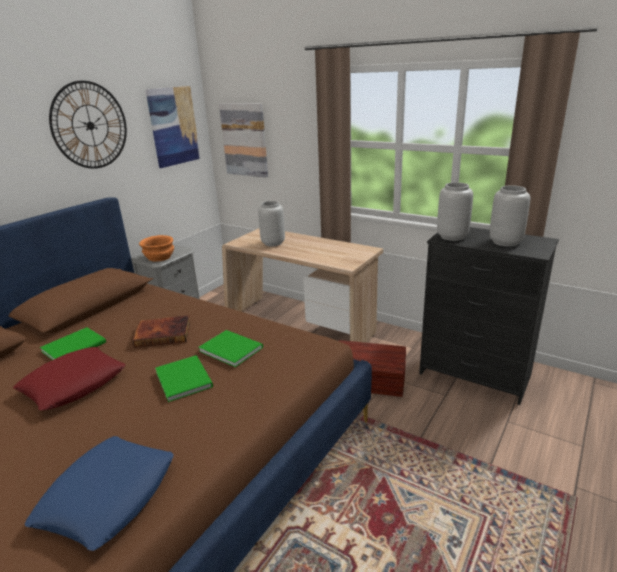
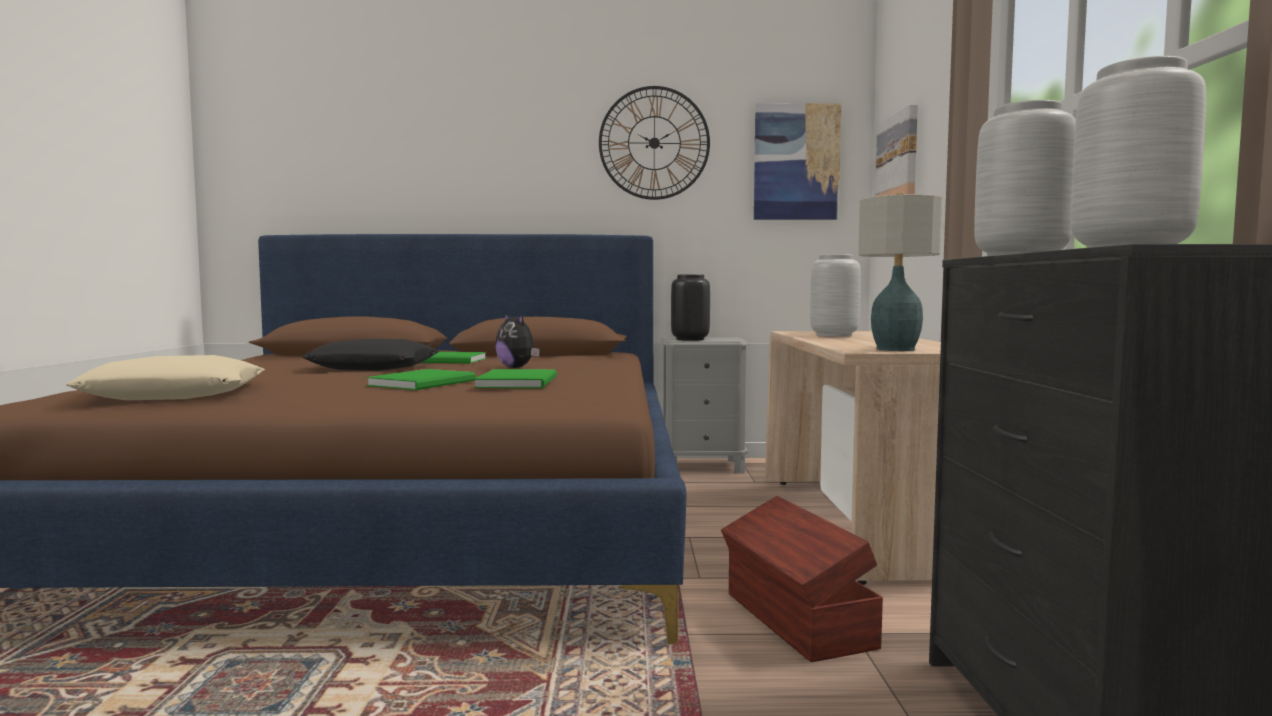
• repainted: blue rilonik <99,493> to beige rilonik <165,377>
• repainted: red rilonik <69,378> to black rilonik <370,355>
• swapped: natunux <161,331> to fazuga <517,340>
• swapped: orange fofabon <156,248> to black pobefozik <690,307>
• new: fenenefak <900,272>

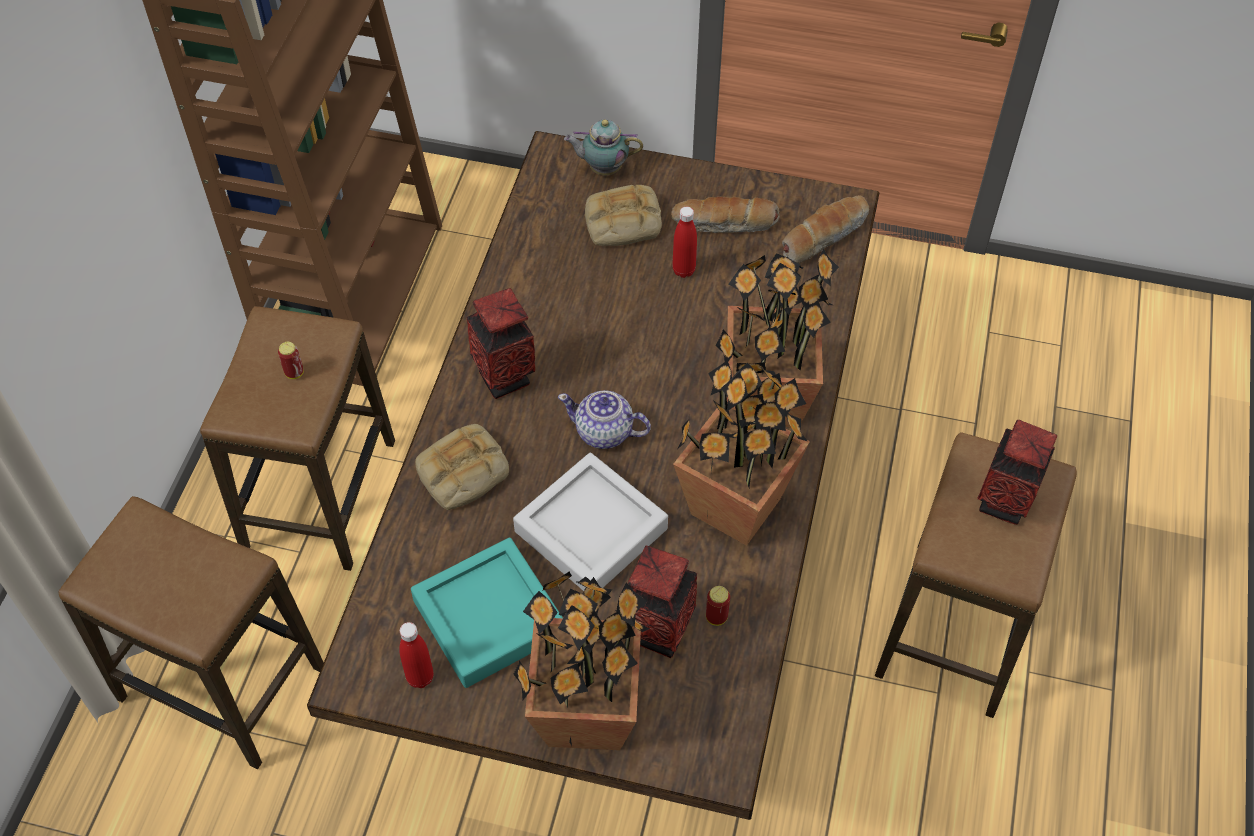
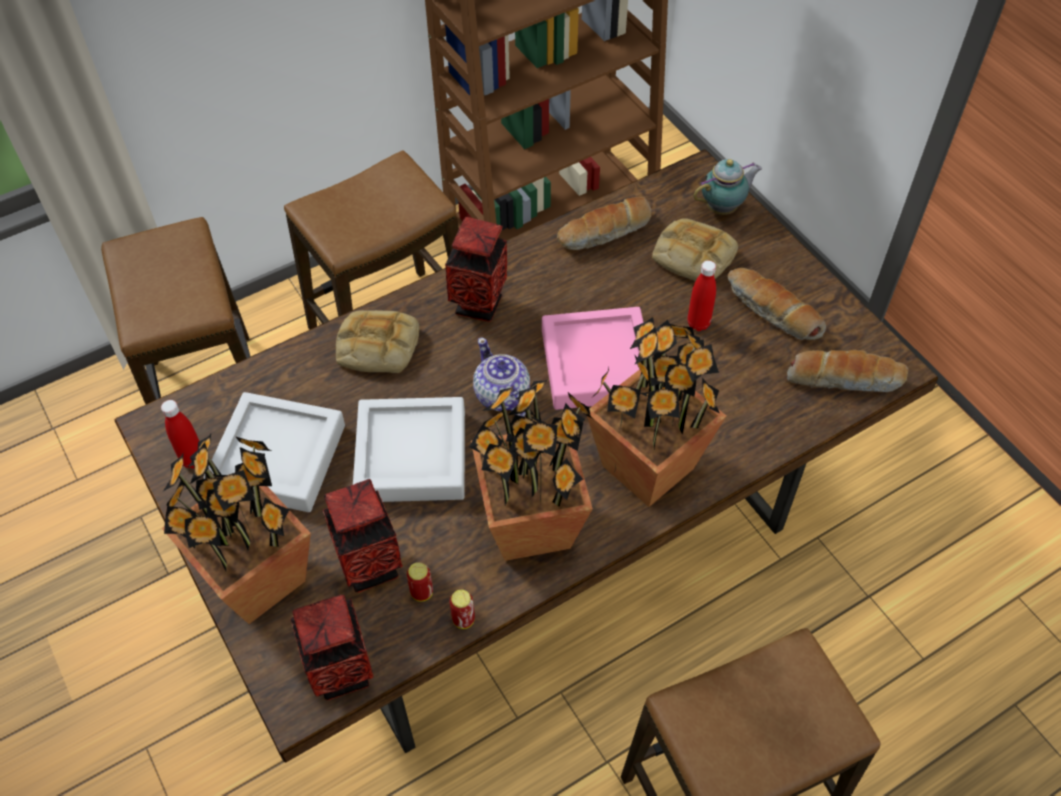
• repainted: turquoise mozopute <487,613> to grey mozopute <274,452>
• shifted: pobefozik <1017,472> to <332,647>
• shifted: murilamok <291,360> to <462,609>
• new: pink mozopute <593,358>
• new: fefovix <604,223>
• rotated: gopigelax <603,147> = <727,187> 105 degrees clockwise

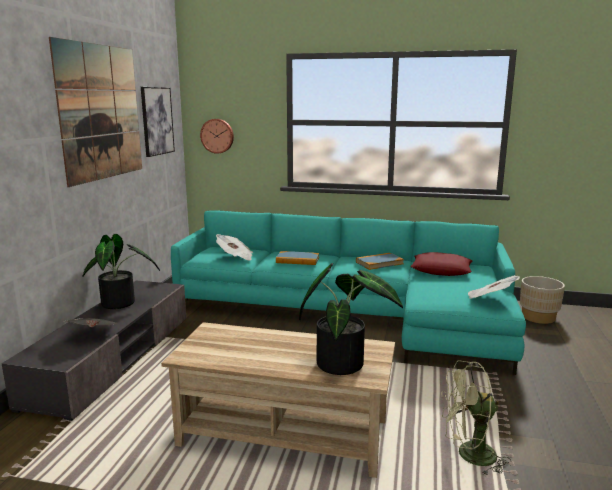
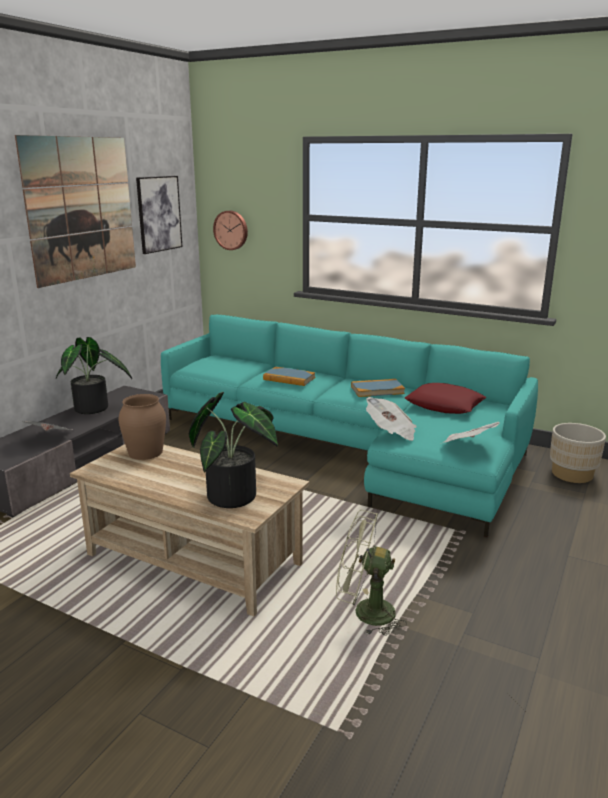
• new: brown pobefozik <142,427>
• shifted: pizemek <234,247> to <391,419>

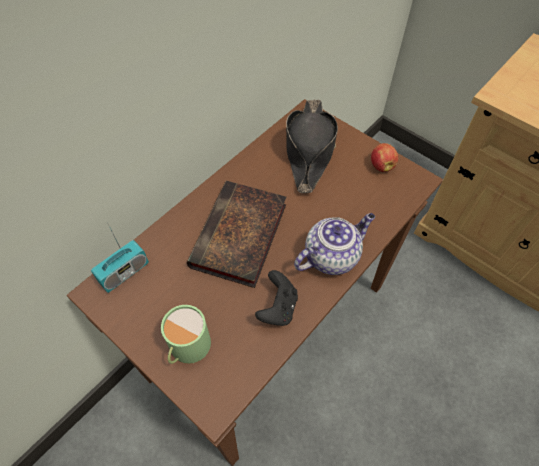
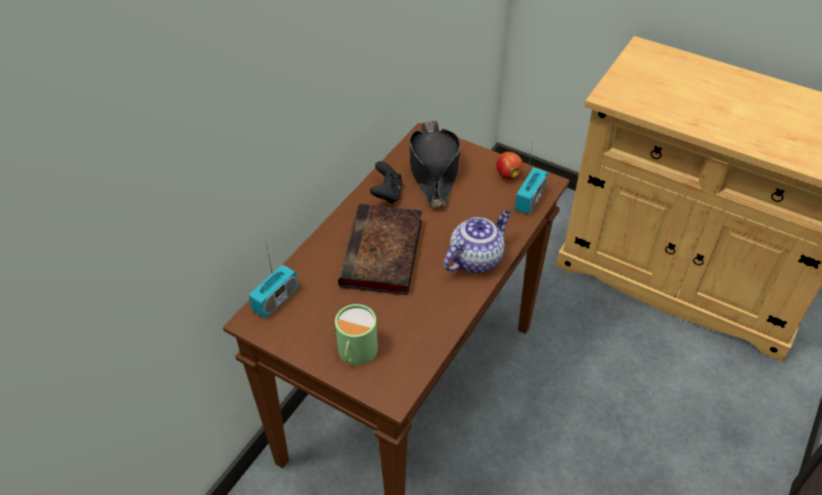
• shifted: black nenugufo <276,298> to <386,182>
• new: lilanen <531,178>

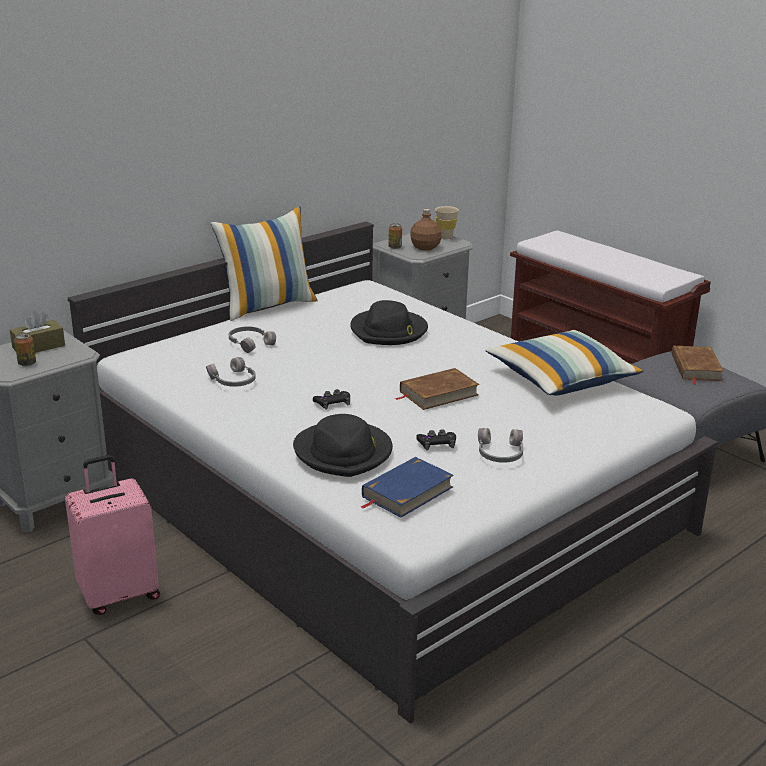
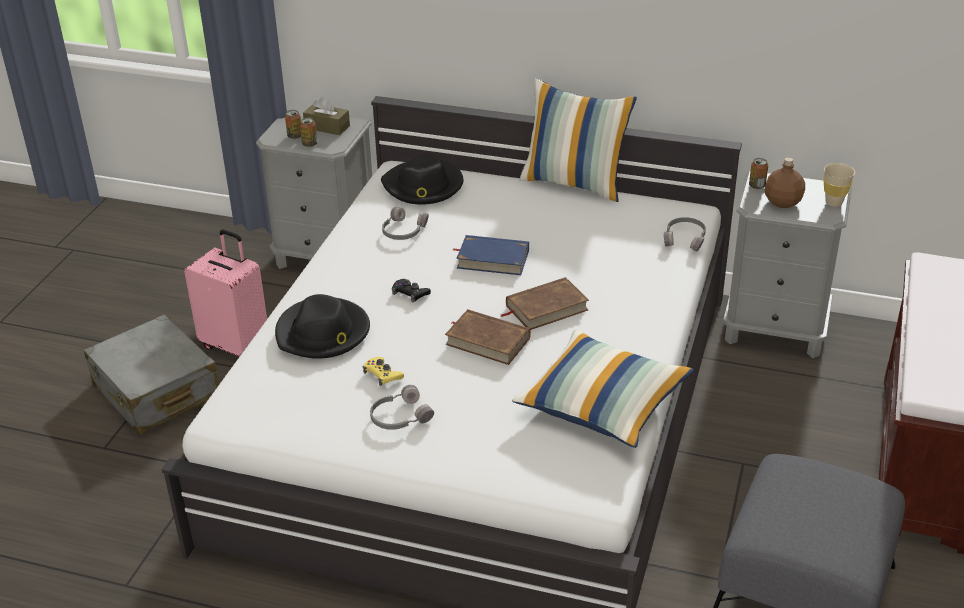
• new: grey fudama <151,375>
• new: murilamok <308,132>
• repainted: black nenugufo <436,439> to yellow nenugufo <383,371>
• shifted: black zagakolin <389,322> to <422,179>
• shifted: blue natunux <407,487> to <491,255>
• shifted: brown natunux <698,365> to <545,303>
• shifted: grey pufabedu <252,339> to <685,234>

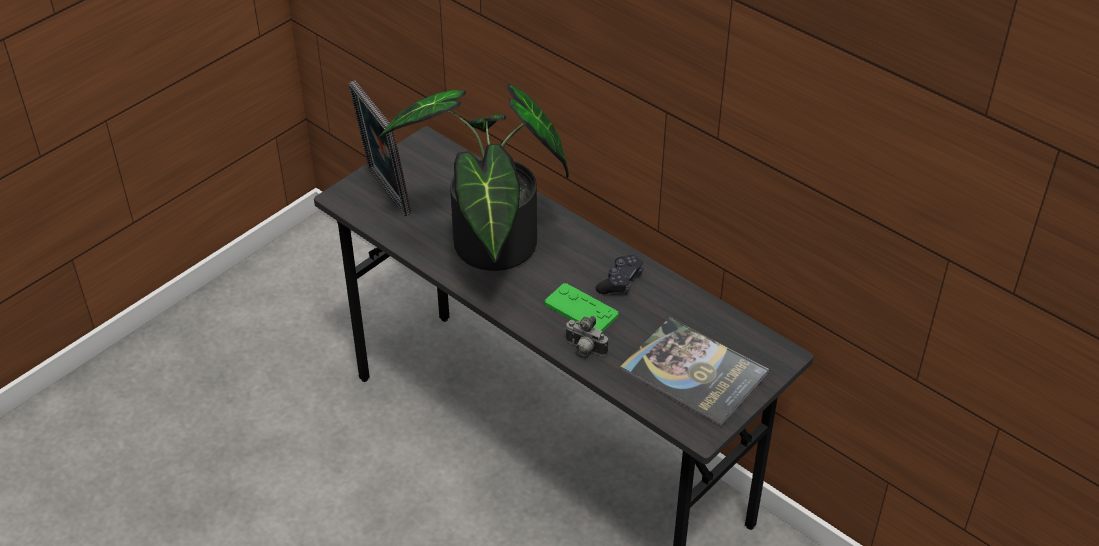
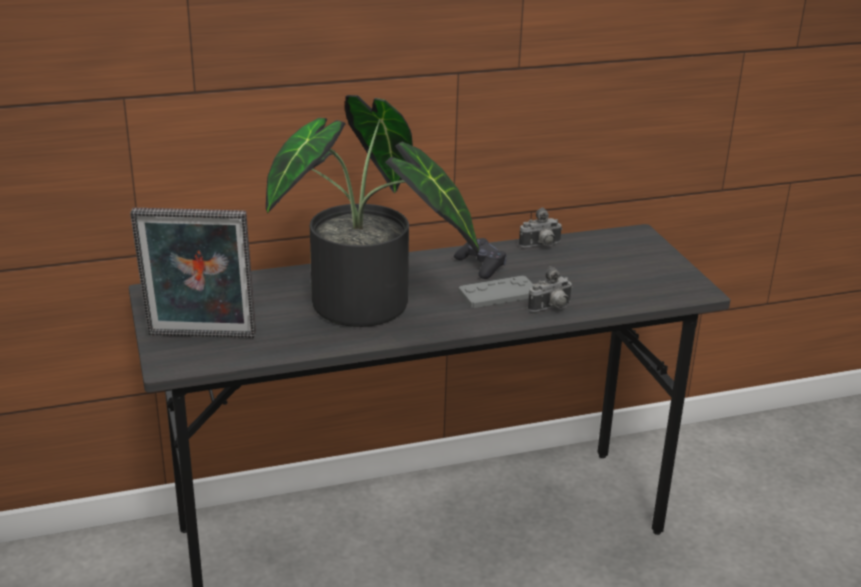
• repainted: green nenugufo <582,307> to grey nenugufo <495,292>
• new: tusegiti <541,227>
• gone: natunux <694,371>

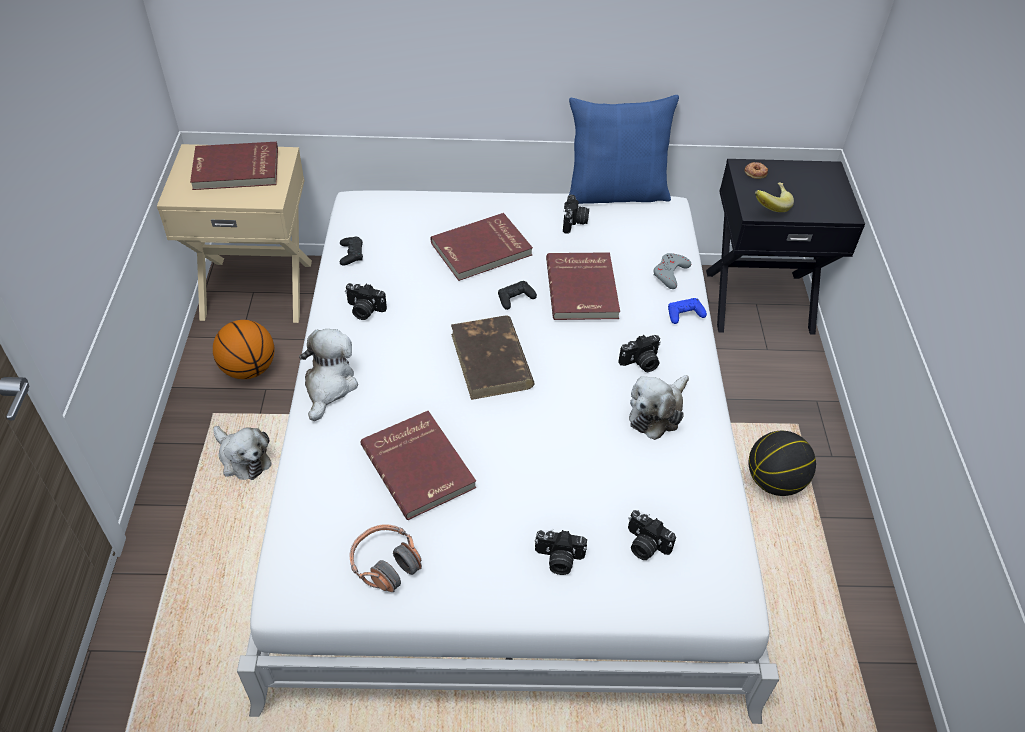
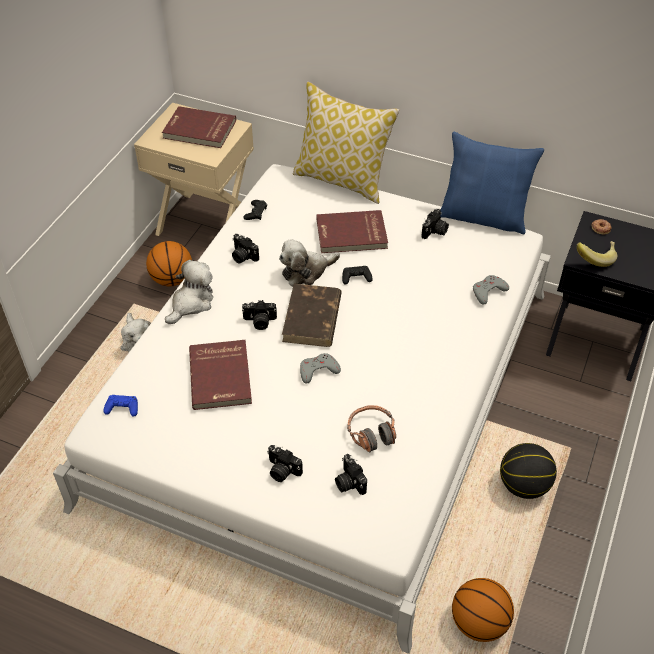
• shifted: blue nenugufo <687,311> to <120,406>
• shifted: tusegiti <639,353> to <259,315>
• shifted: fazuga <659,407> to <309,263>
• new: rilonik <346,143>
• new: grey nenugufo <320,368>
• shifted: pufabedu <386,558> to <371,428>
• new: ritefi <483,610>
• gone: red natunux <583,286>

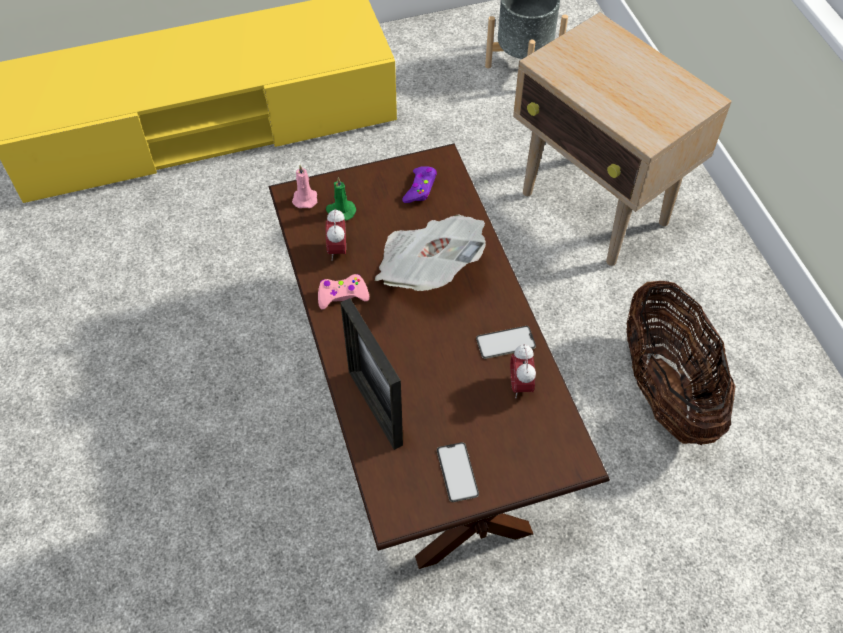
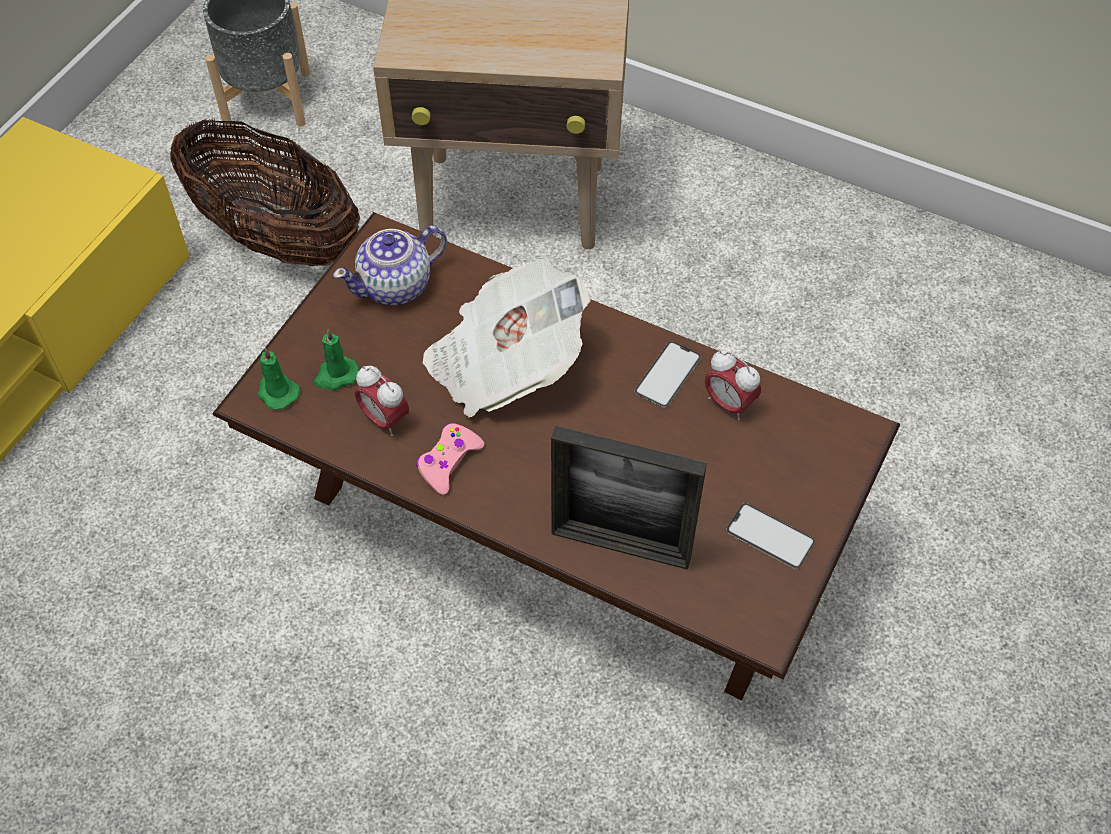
• shifted: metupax <681,363> to <265,192>
• repainted: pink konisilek <304,186> to green konisilek <278,378>
• swapped: purple nenugufo <419,184> to gopigelax <390,265>

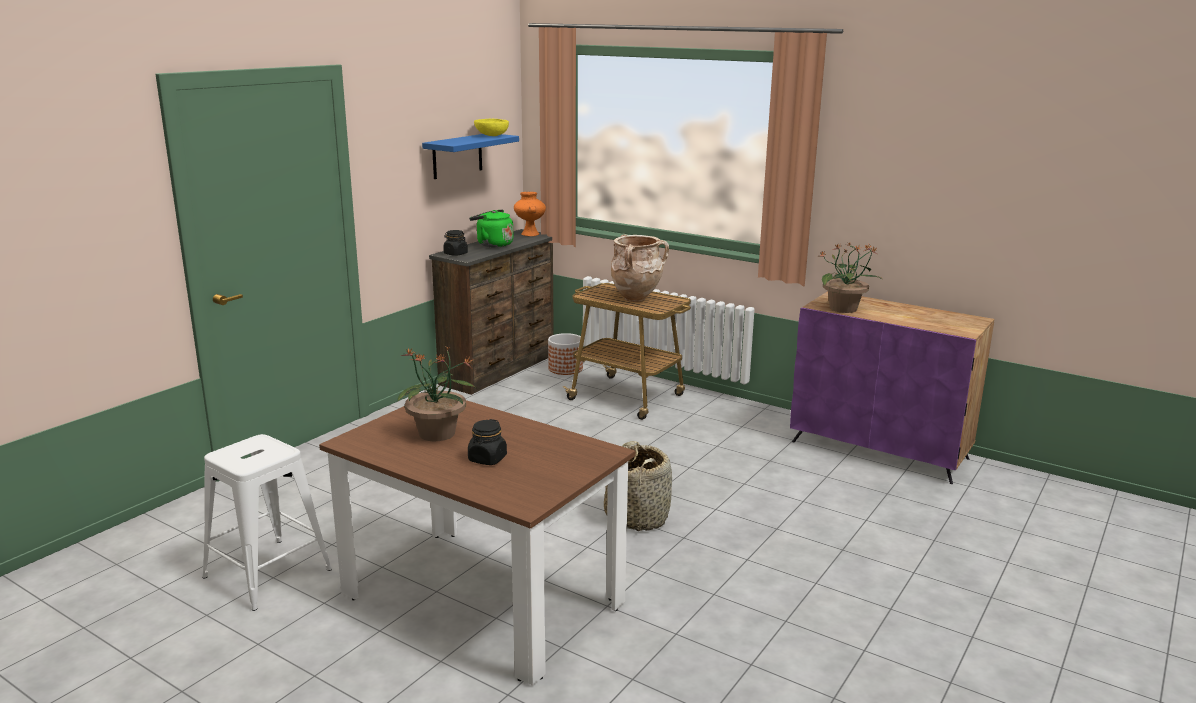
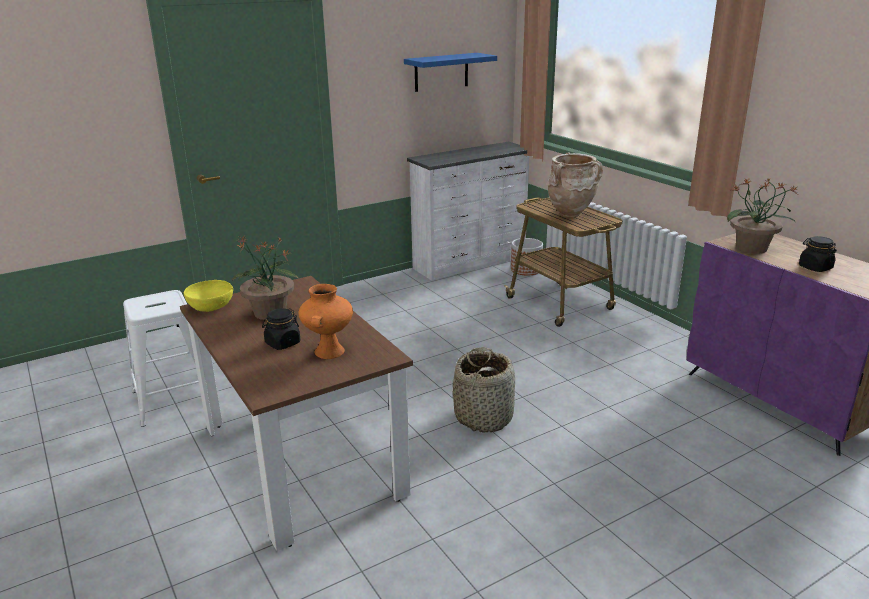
• shifted: yellow fofabon <491,127> to <208,296>
• shifted: orange pobefozik <530,214> to <325,321>
• repainted: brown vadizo <491,312> to white vadizo <468,211>
• shifted: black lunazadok <455,243> to <818,254>
• gone: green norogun <491,228>

